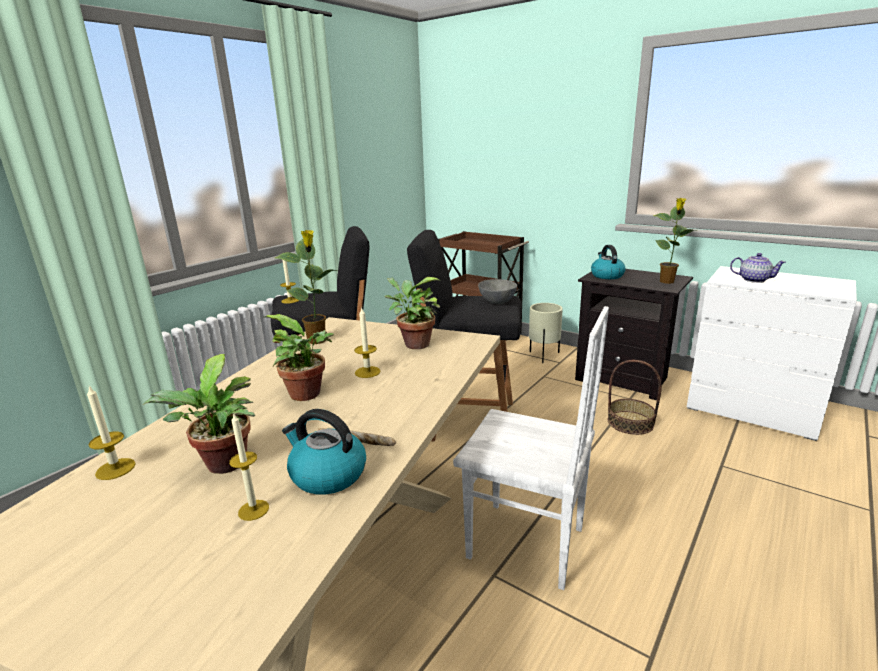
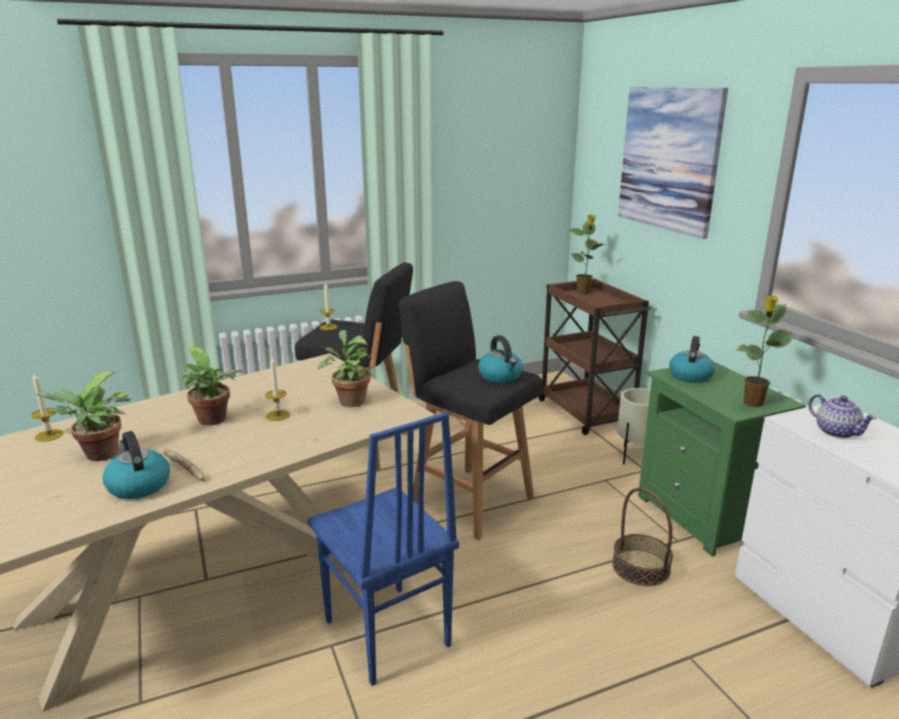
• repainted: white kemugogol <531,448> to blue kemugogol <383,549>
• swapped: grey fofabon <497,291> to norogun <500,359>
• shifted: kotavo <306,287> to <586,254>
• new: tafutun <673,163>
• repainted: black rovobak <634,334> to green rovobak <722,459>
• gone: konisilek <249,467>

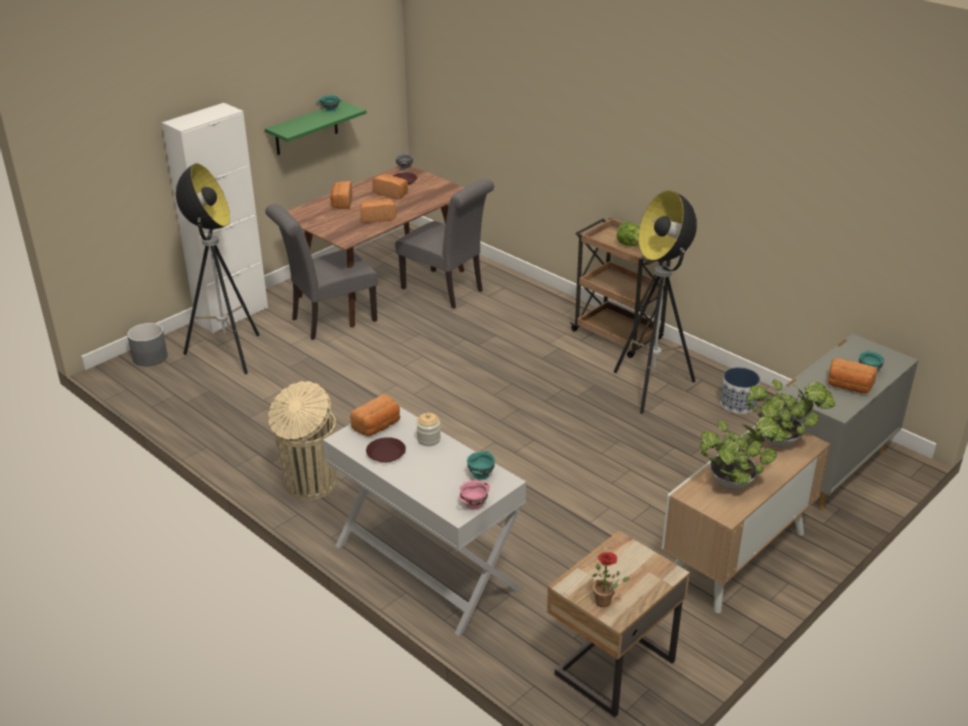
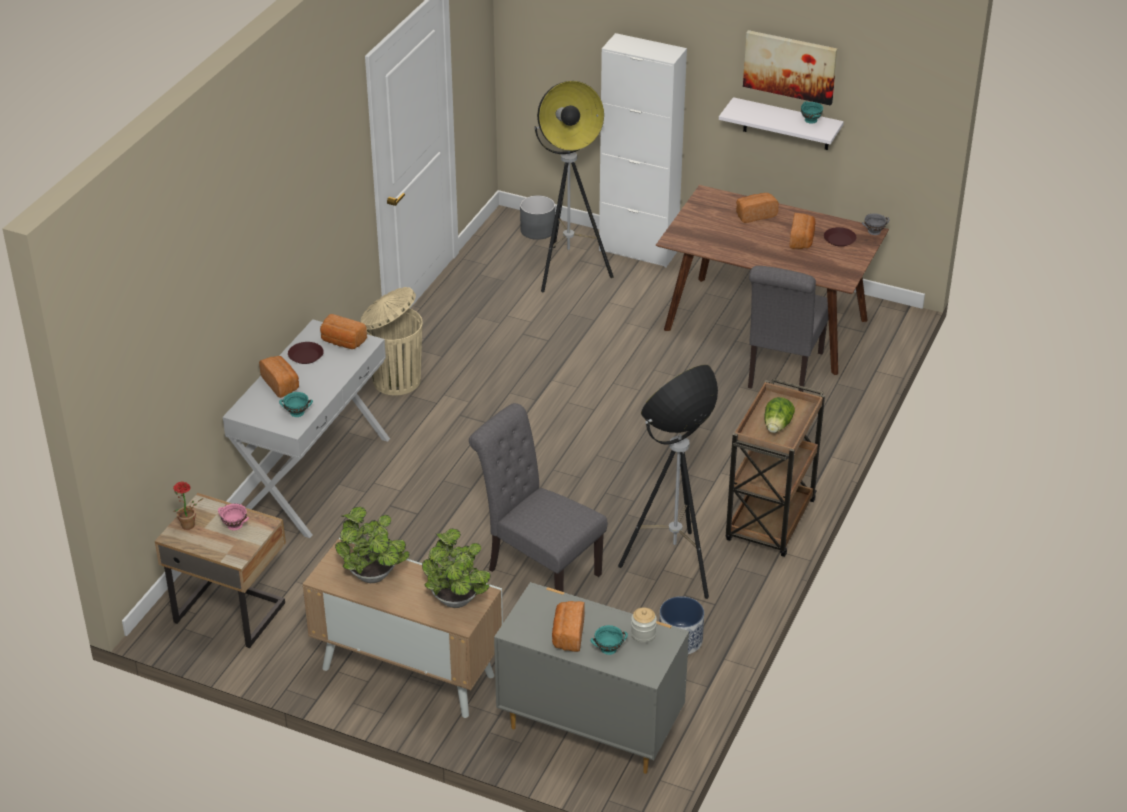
• shifted: pink fofabon <474,495> to <233,517>
• shifted: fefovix <378,211> to <279,377>
• shifted: grey kemugogol <321,272> to <538,497>
• shifted: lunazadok <428,429> to <644,625>
• repainted: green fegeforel <316,128> to white fegeforel <781,123>
• new: tafutun <790,68>

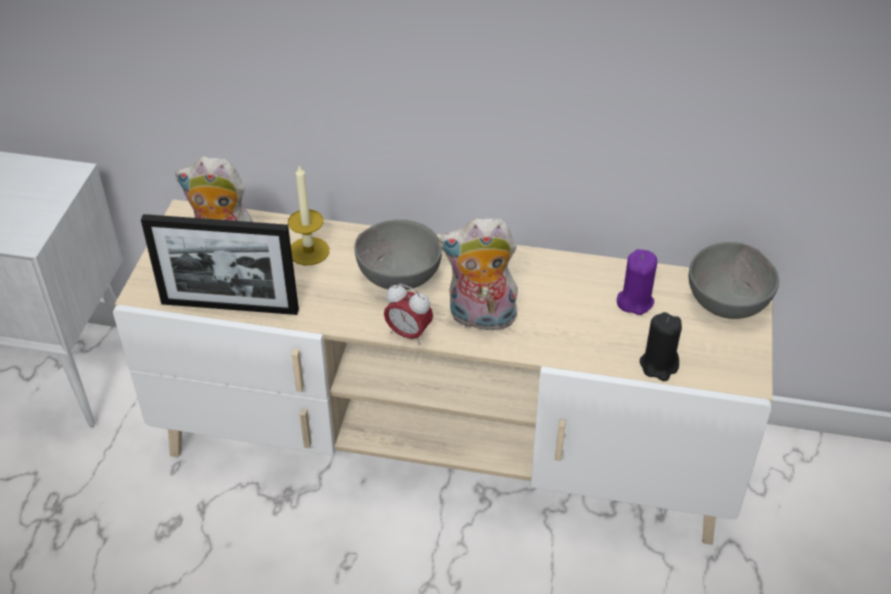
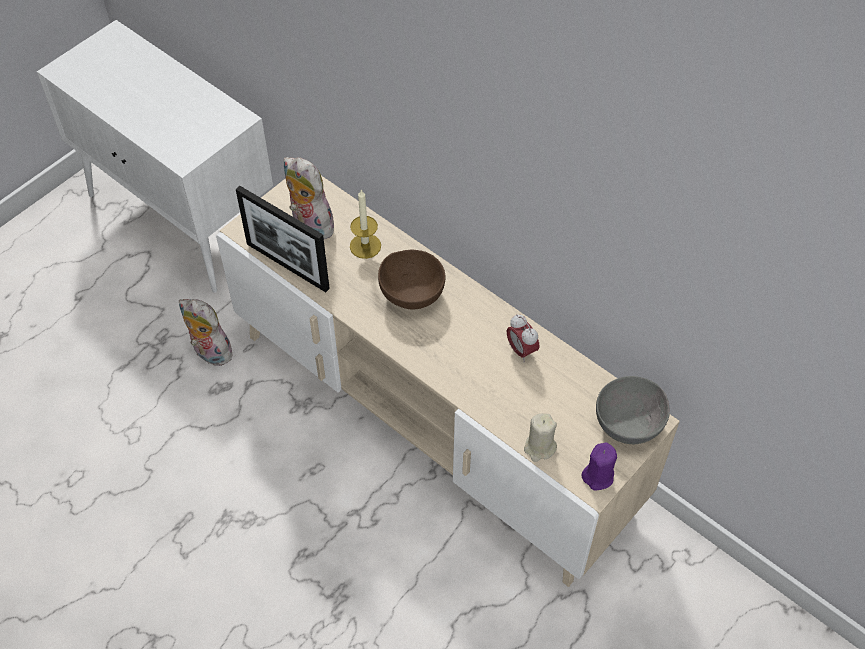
• shifted: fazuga <478,274> to <208,332>
• repainted: grey fofabon <398,254> to brown fofabon <412,279>
• shifted: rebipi <408,314> to <523,338>
• repainted: black konisilek <661,346> to beige konisilek <540,438>
• shifted: purple konisilek <637,282> to <599,466>

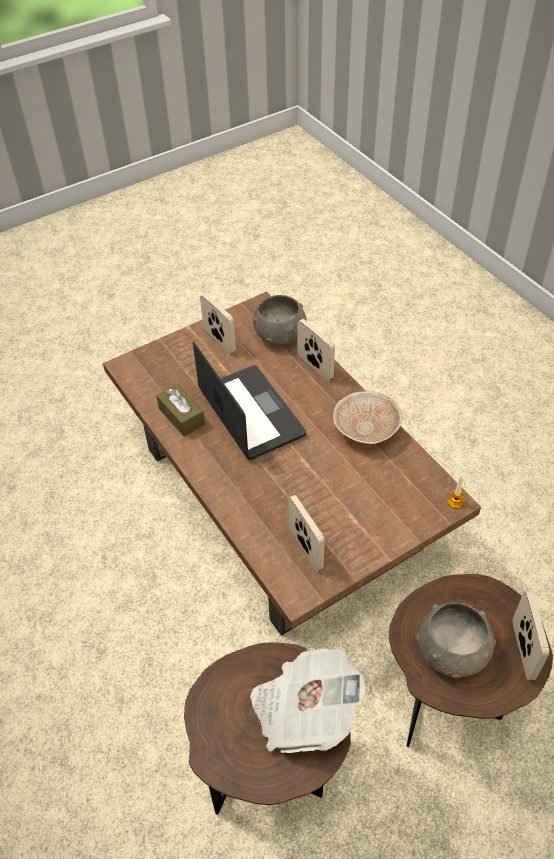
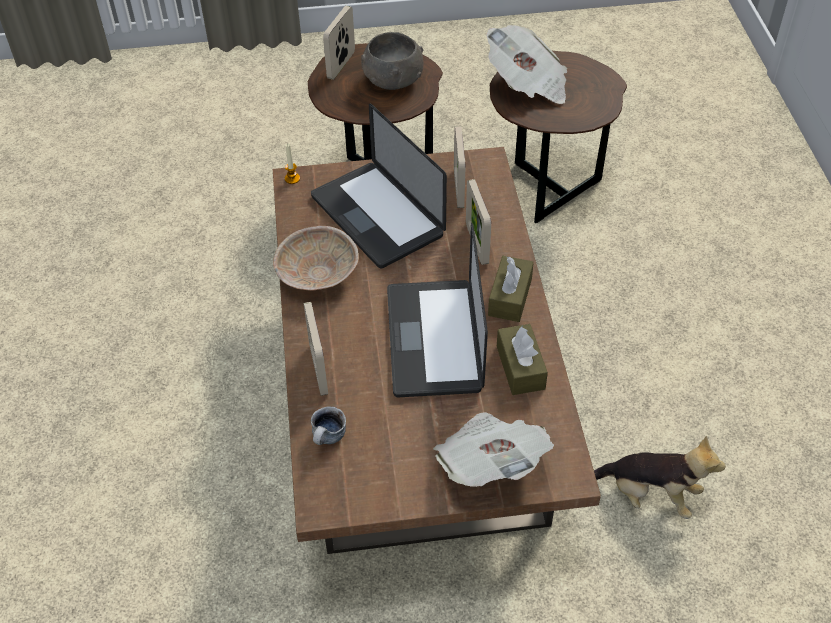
• new: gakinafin <379,186>
• swapped: grey fofabon <280,320> to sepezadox <328,426>
• new: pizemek <493,449>
• shifted: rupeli <218,324> to <478,222>
• new: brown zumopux <511,289>
• new: fazuga <660,477>

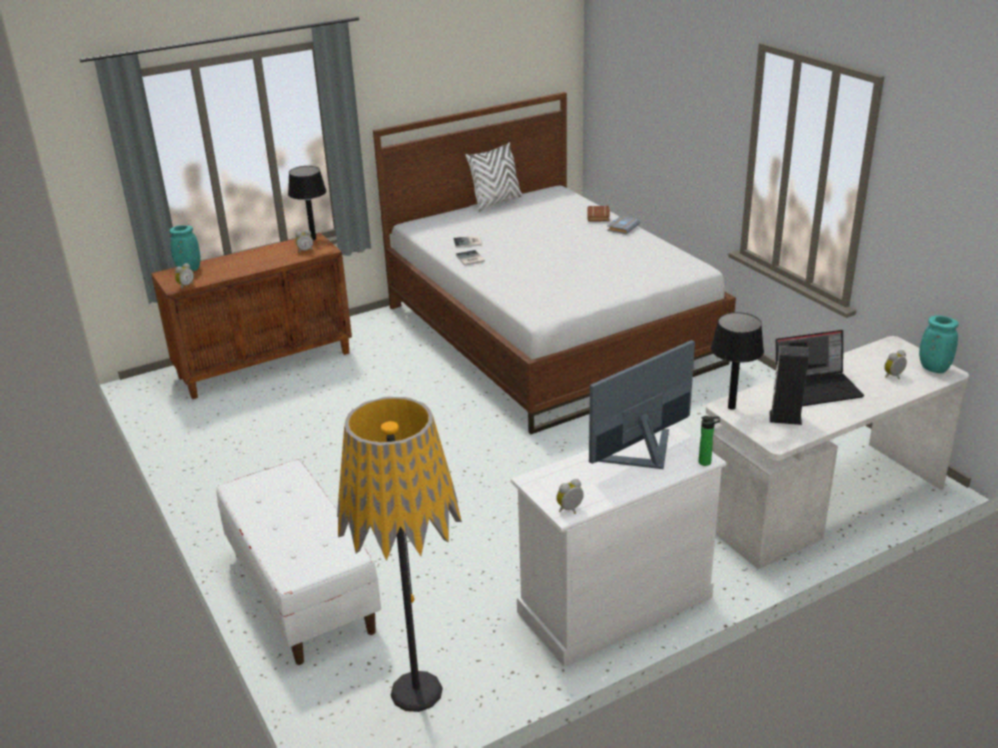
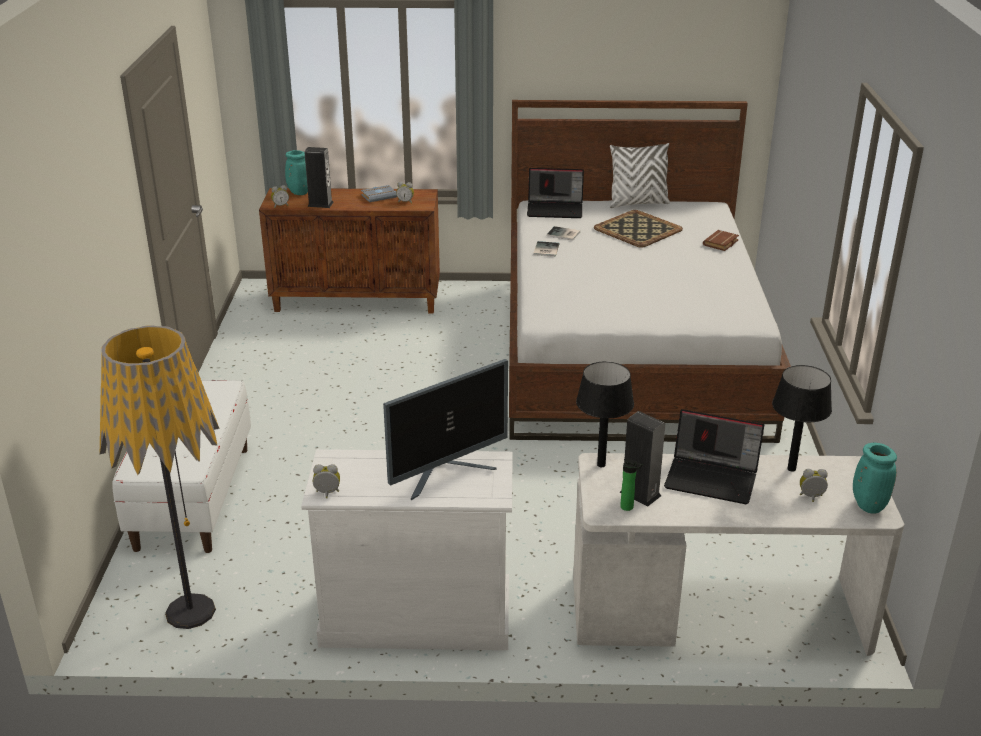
• new: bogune <319,177>
• shifted: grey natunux <623,225> to <379,193>
• rotated: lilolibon <642,404> = <445,429> 150 degrees clockwise
• new: gakinafin <555,193>
• new: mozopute <638,229>
• shifted: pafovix <709,441> to <631,484>
• shifted: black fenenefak <307,203> to <802,418>

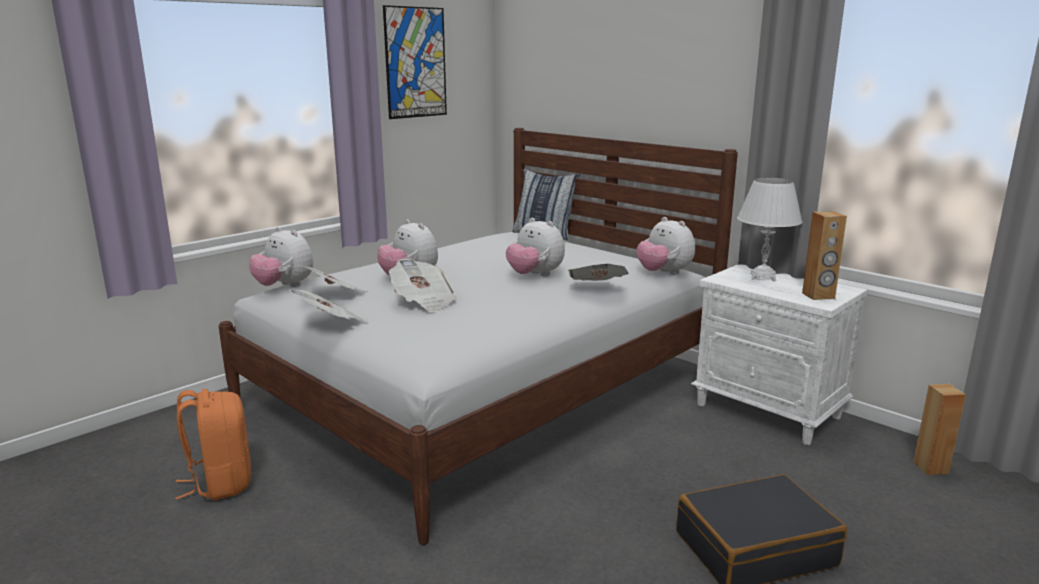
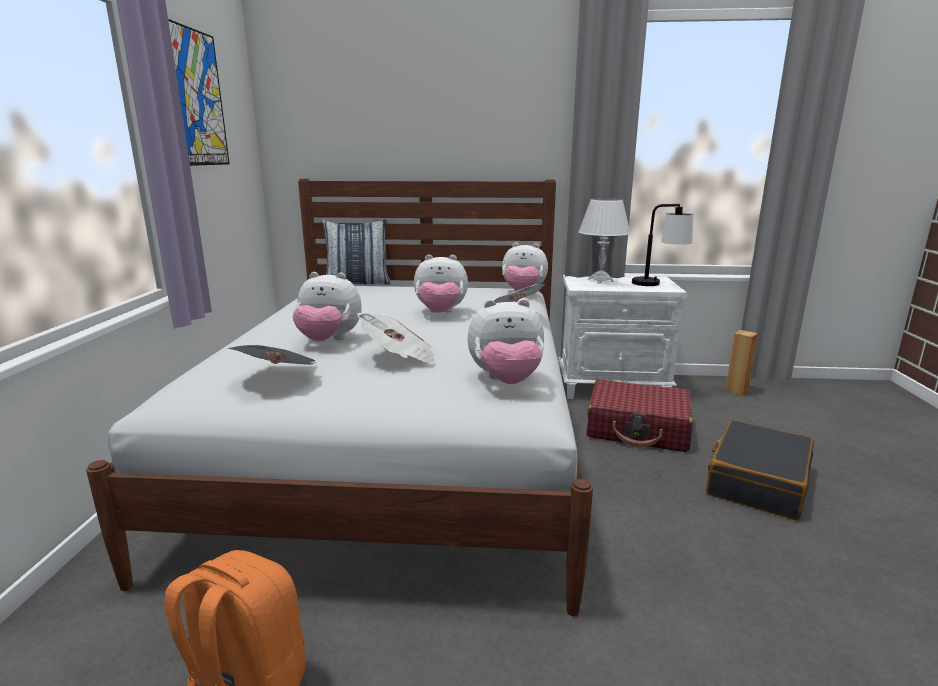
• shifted: fazuga <281,257> to <506,341>
• new: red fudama <640,415>
• swapped: brown bogune <824,255> to fenenefak <662,245>
• gone: pizemek <326,304>

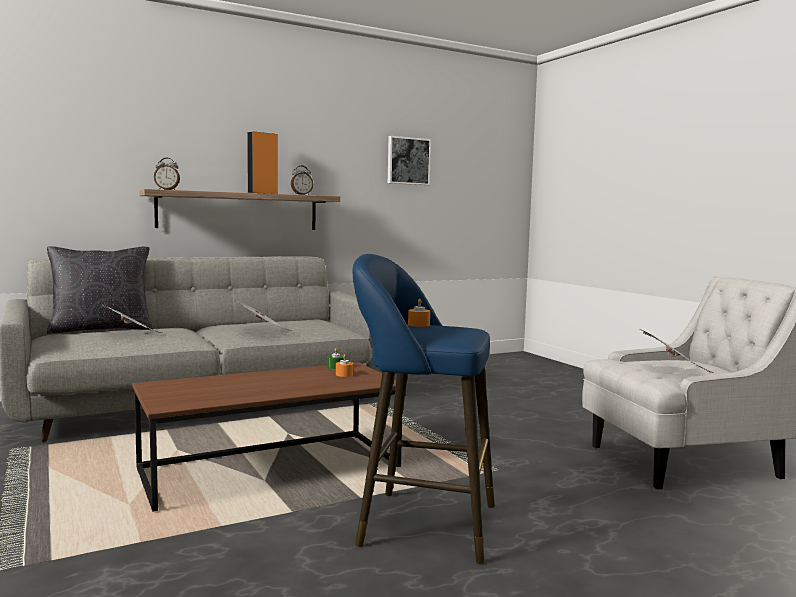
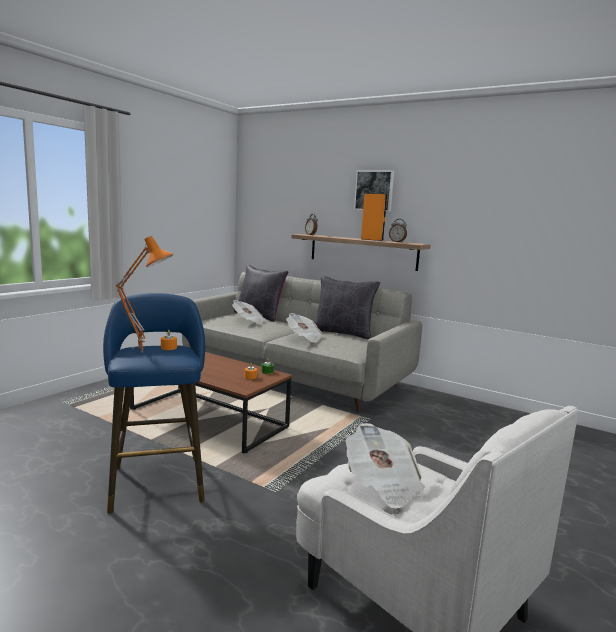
• new: orange fenenefak <145,294>
• new: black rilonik <347,307>
• shifted: tafutun <409,160> to <374,191>

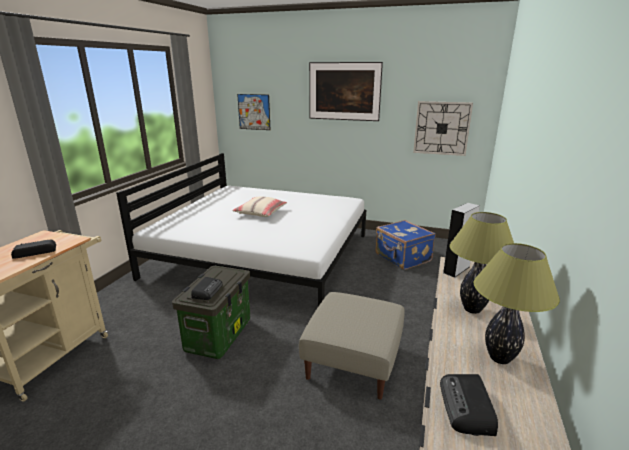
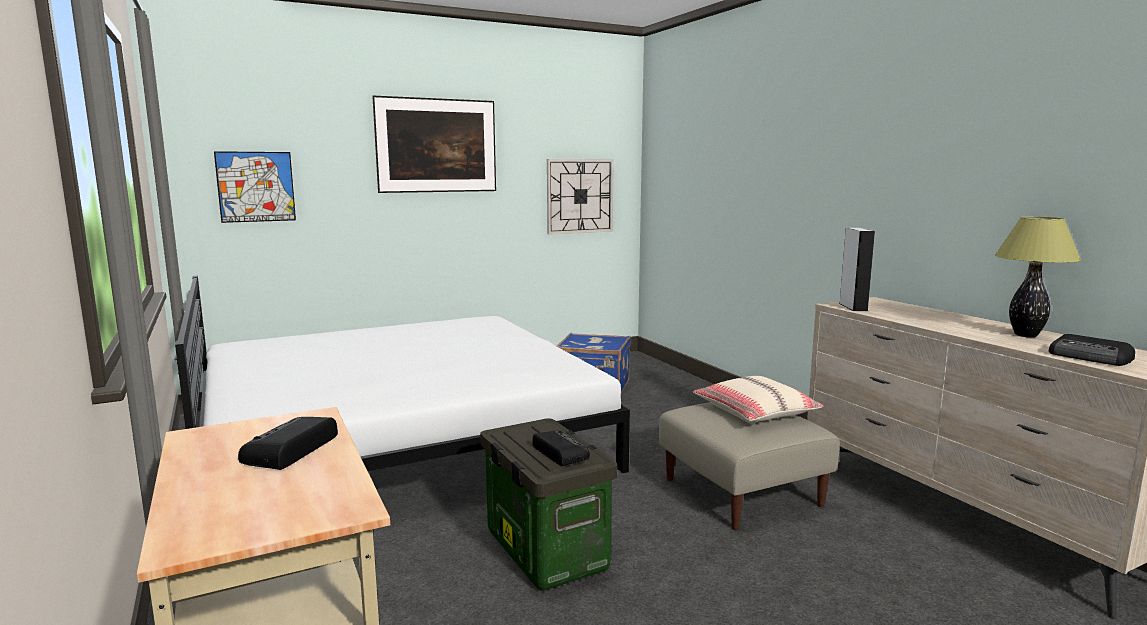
• shifted: beige rilonik <259,206> to <758,400>
• gone: fenenefak <482,263>

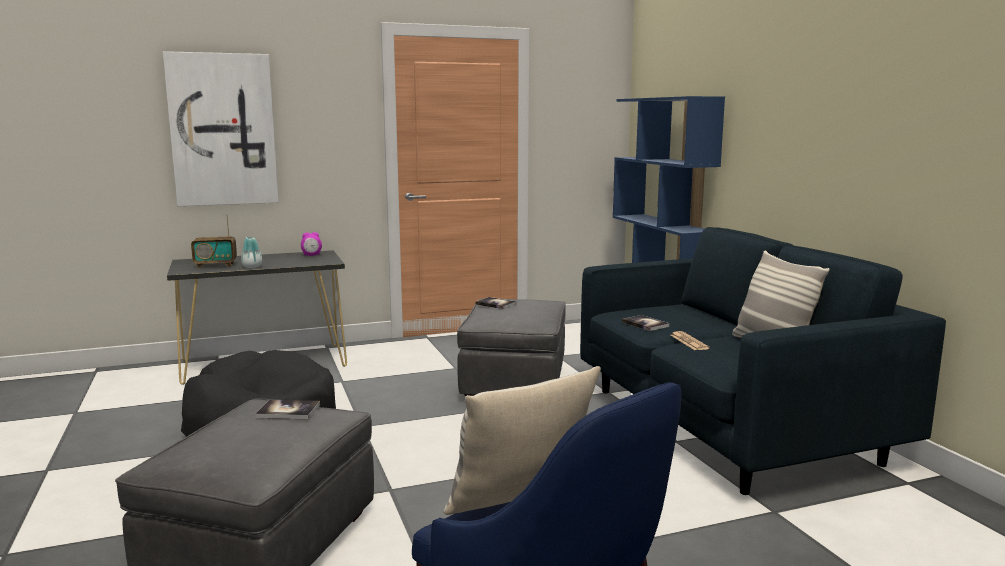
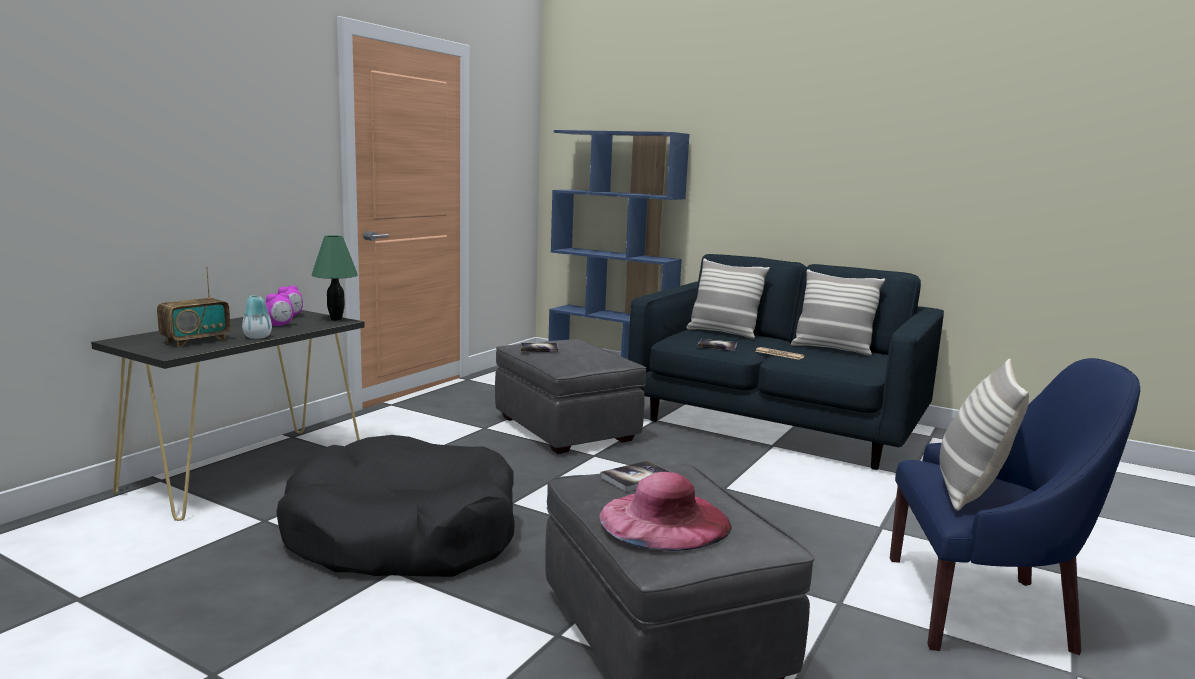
• new: rebipi <279,309>
• new: green fenenefak <335,277>
• new: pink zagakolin <665,511>
• new: rilonik <728,298>
• gone: tafutun <221,128>

